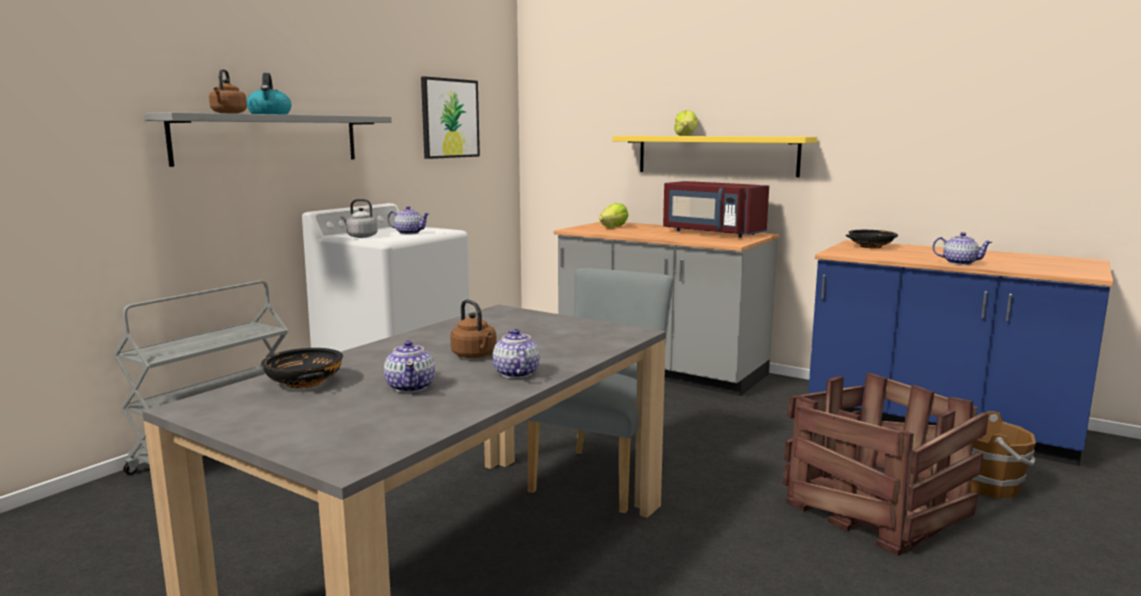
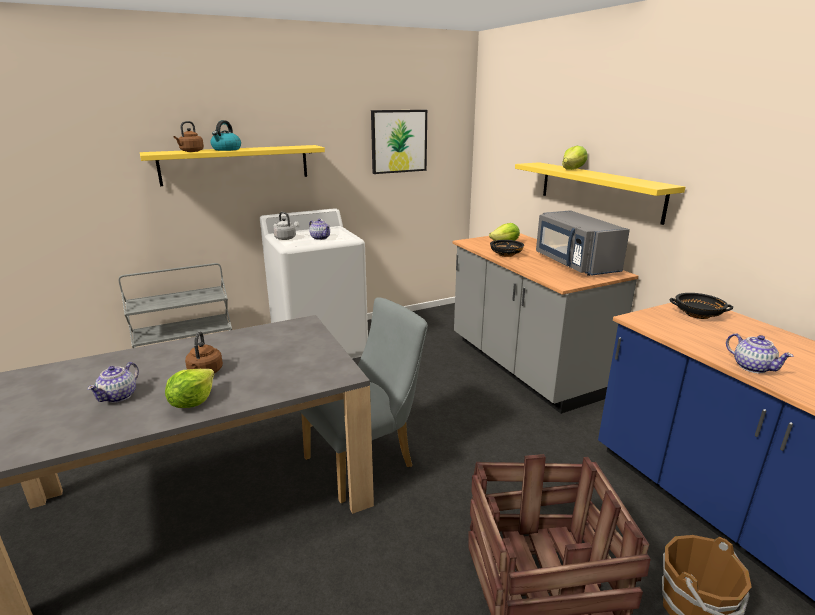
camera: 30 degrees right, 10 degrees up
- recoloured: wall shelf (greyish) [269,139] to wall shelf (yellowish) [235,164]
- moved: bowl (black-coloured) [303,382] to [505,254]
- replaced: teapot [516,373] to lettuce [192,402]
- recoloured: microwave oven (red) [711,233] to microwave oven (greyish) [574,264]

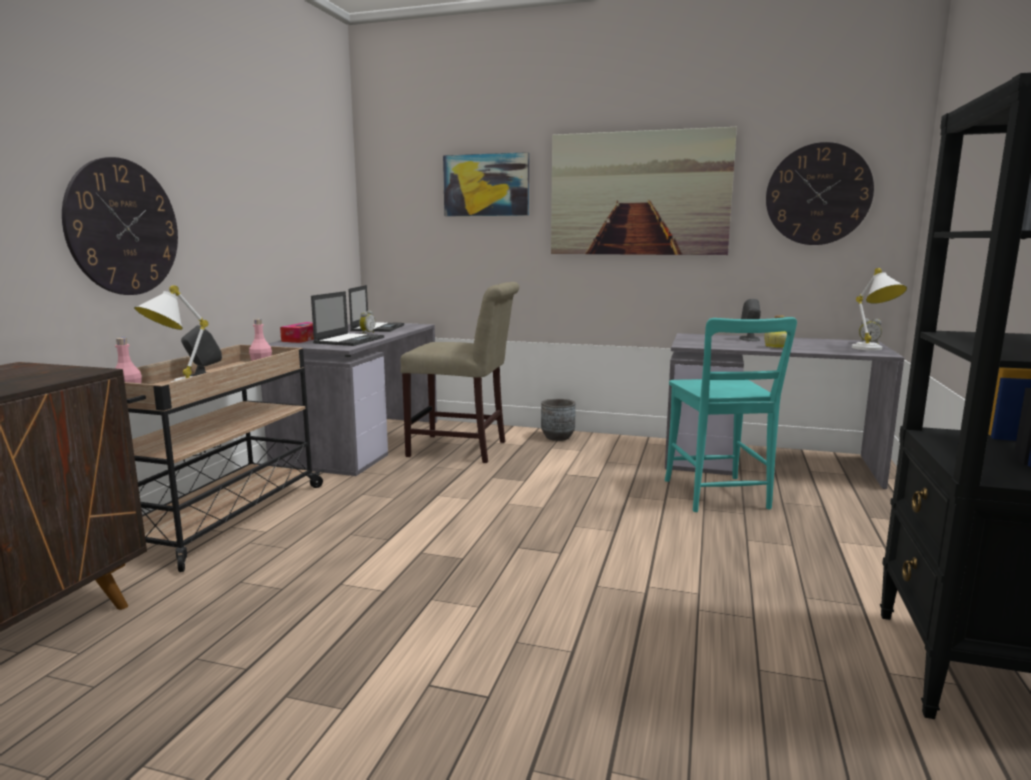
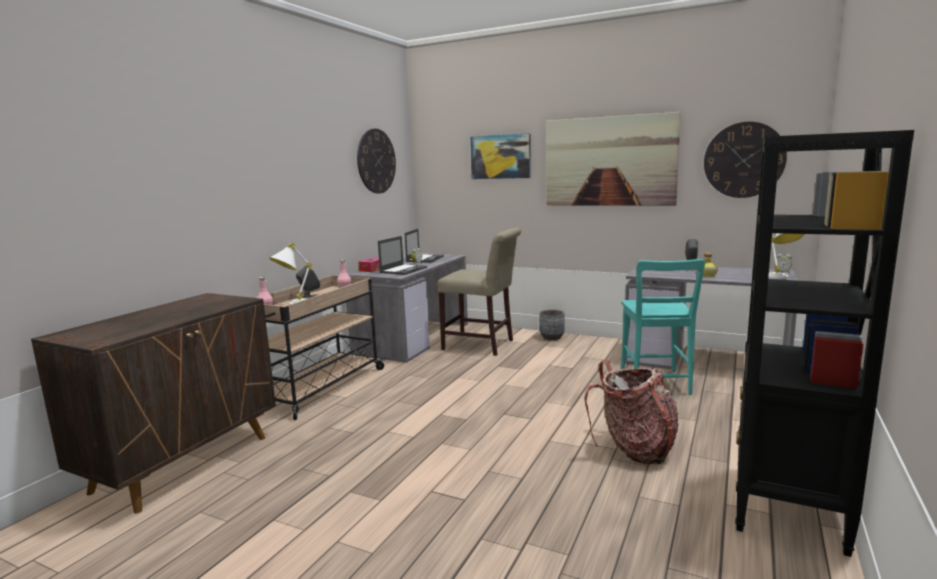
camera: 10 degrees right, 0 degrees up
- moved: wall clock [123,227] to [376,161]
- added: knapsack [635,448]

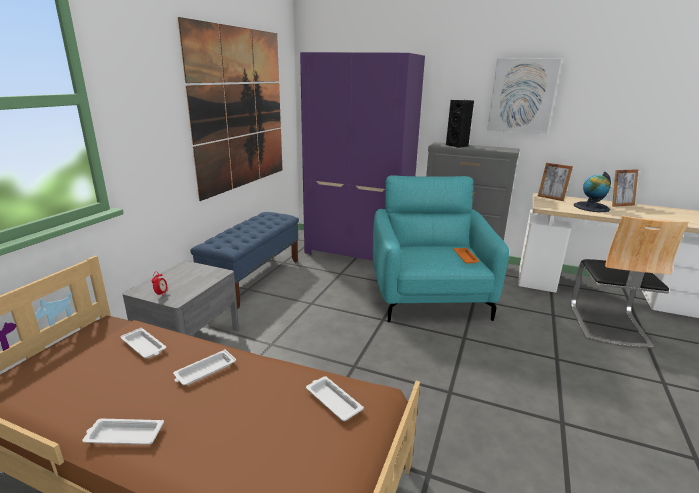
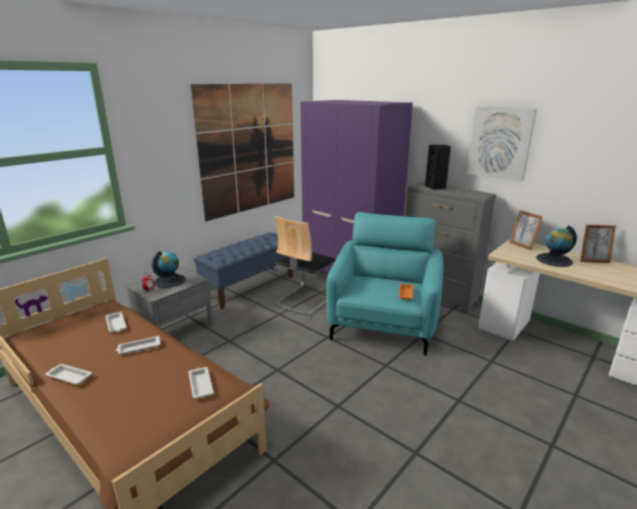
camera: 20 degrees right, 0 degrees up
- moved: upright chair [607,325] to [305,299]
- added: globe [169,280]

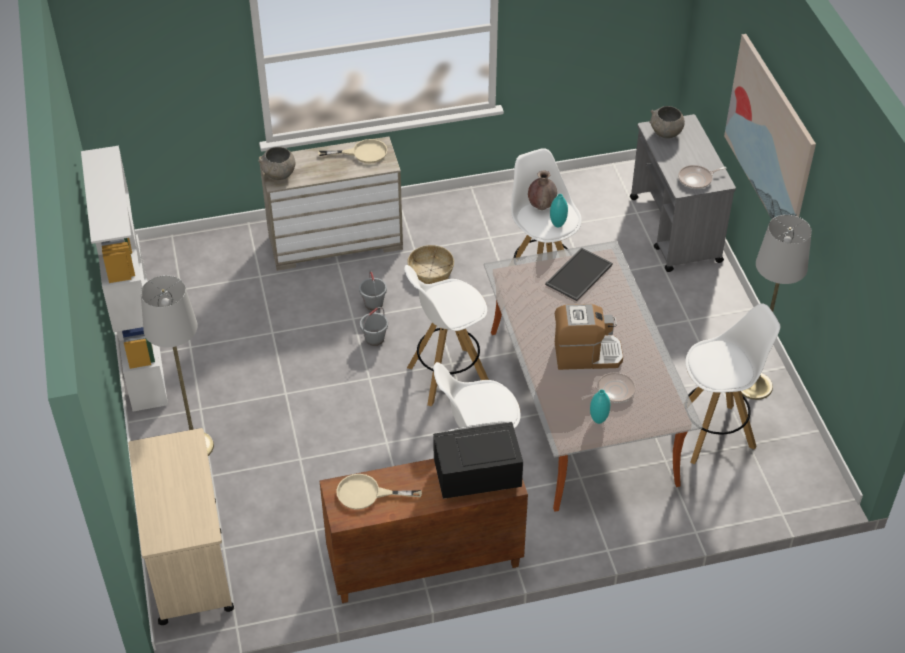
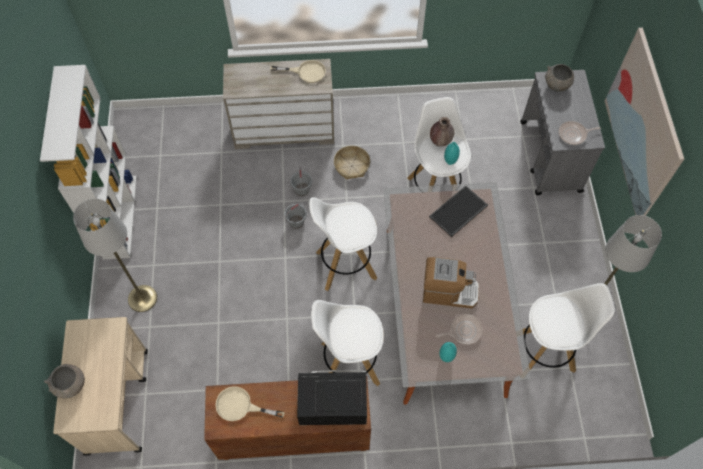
camera: 10 degrees right, 15 degrees up
- moved: bowl (greyish) [279,175] to [71,386]

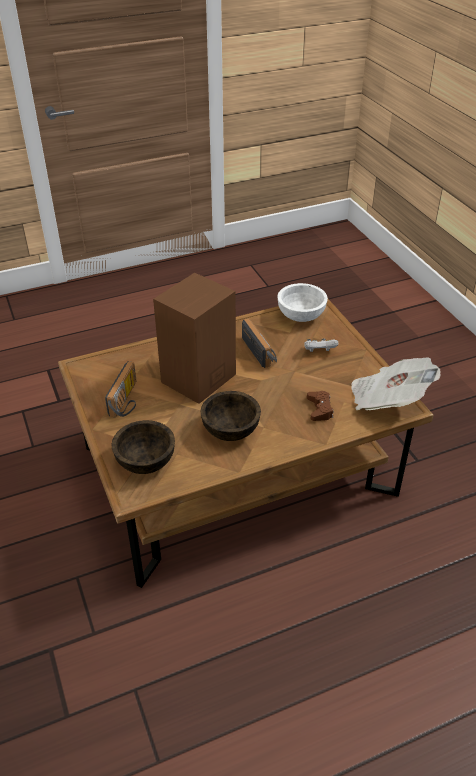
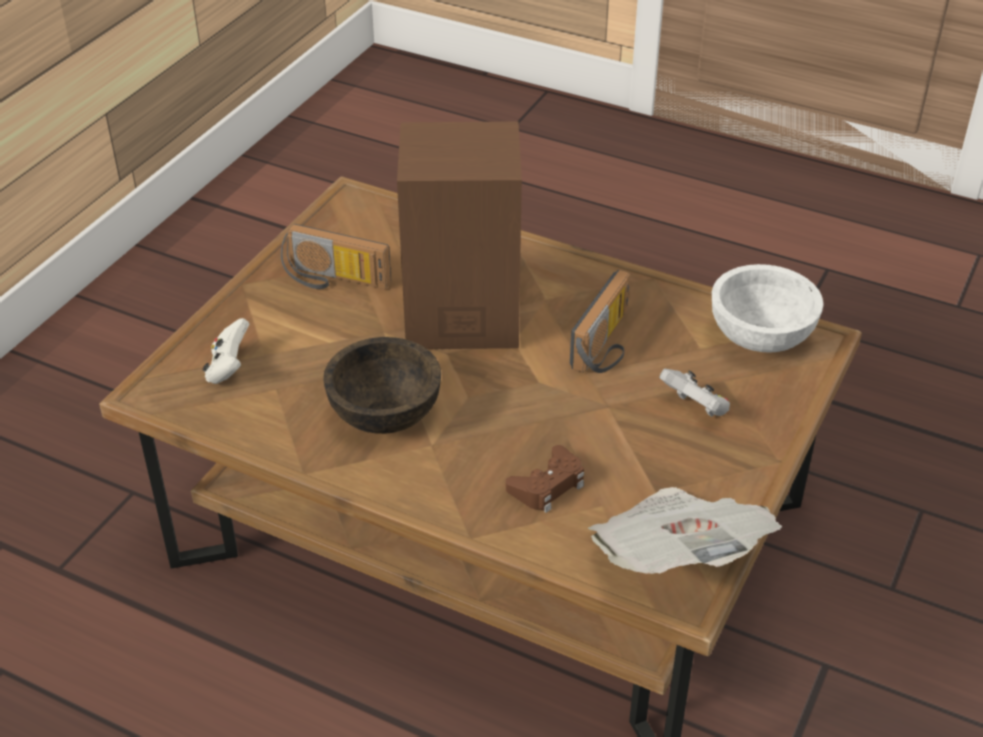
camera: 50 degrees right, 0 degrees up
- turned: radio set [127,400] = [333,280] 45 degrees clockwise
- replaced: bowl (brown) [145,462] to game controller (white) [228,368]

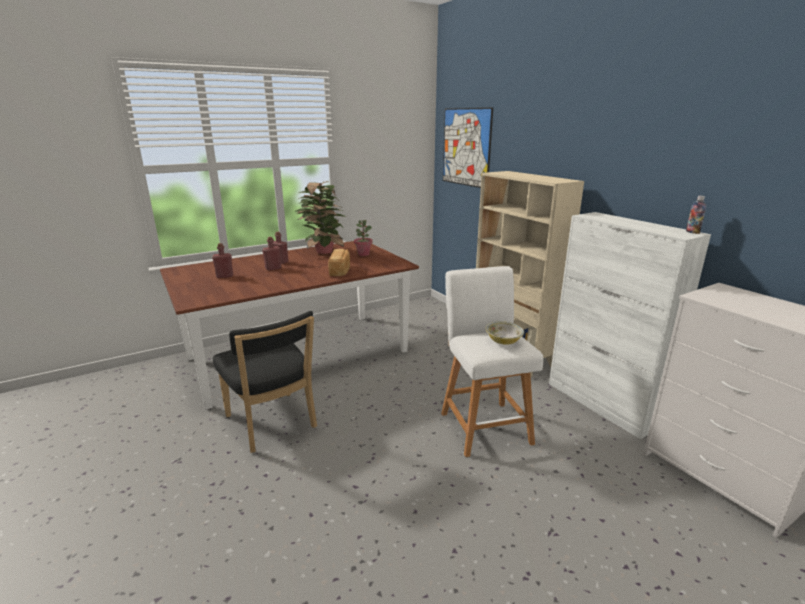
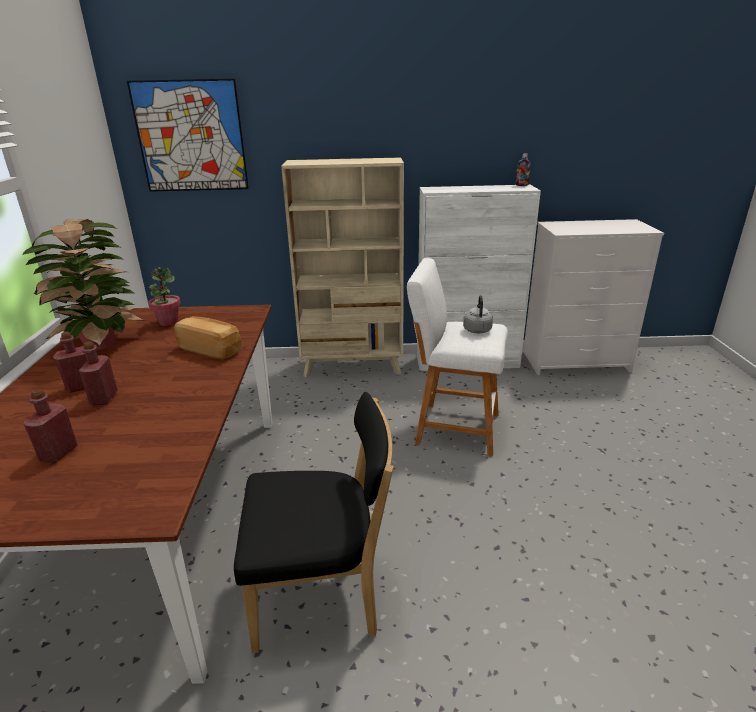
camera: 60 degrees left, 5 degrees up
- replaced: bowl [503,341] to kettle (greyish) [477,329]

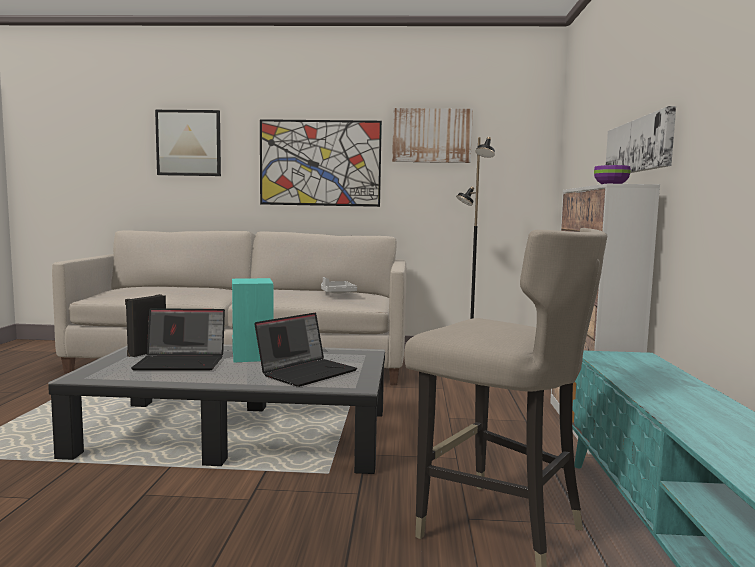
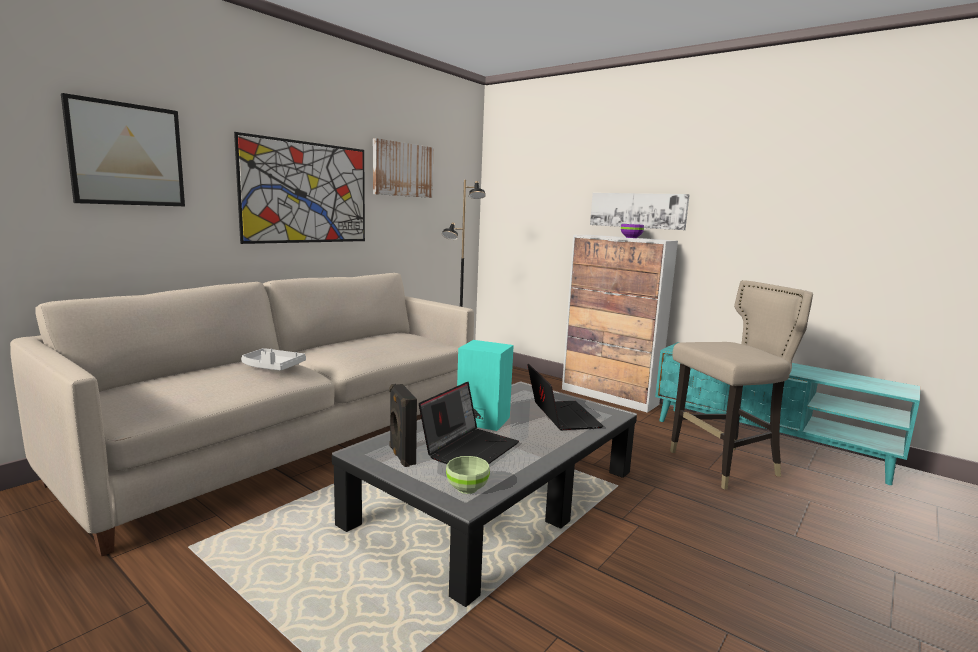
camera: 55 degrees left, 5 degrees up
- moved: serving tray (greyish) [336,293] to [272,367]
- added: bowl (green) [467,488]

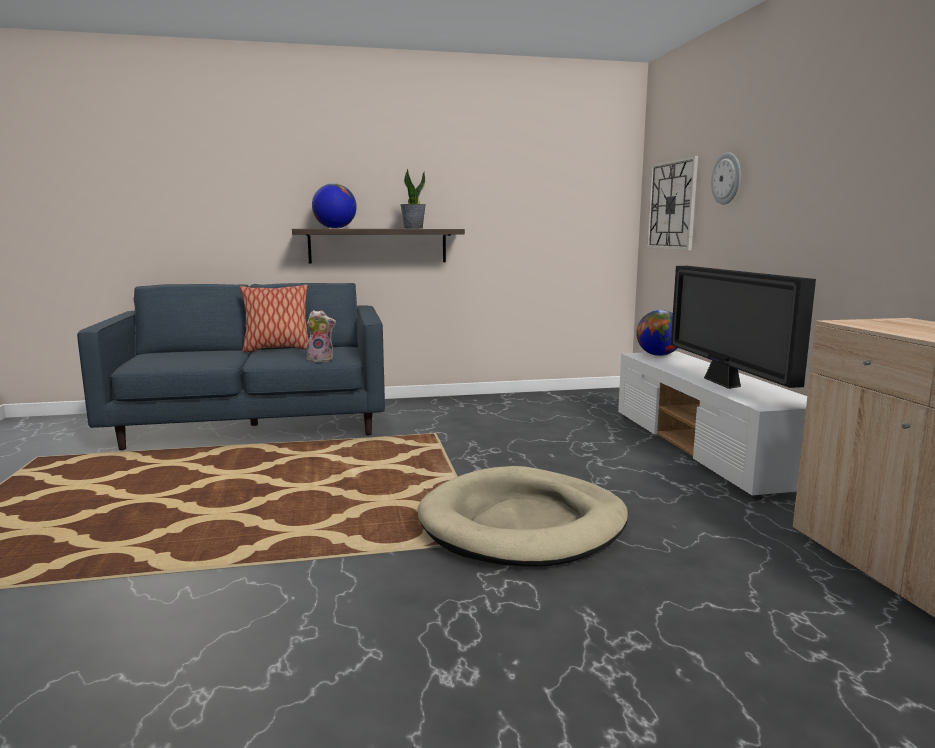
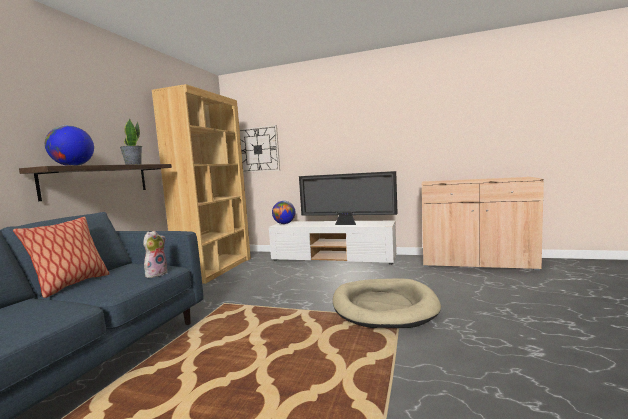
camera: 60 degrees left, 5 degrees down
- removed: wall clock [727,178]
- added: bookcase (brown) [216,269]

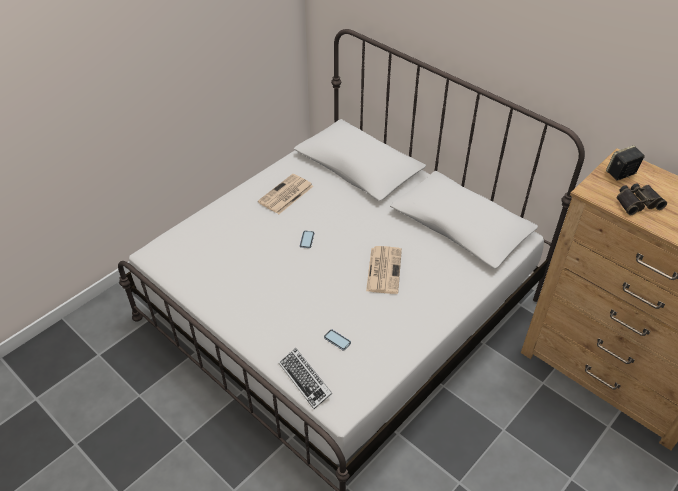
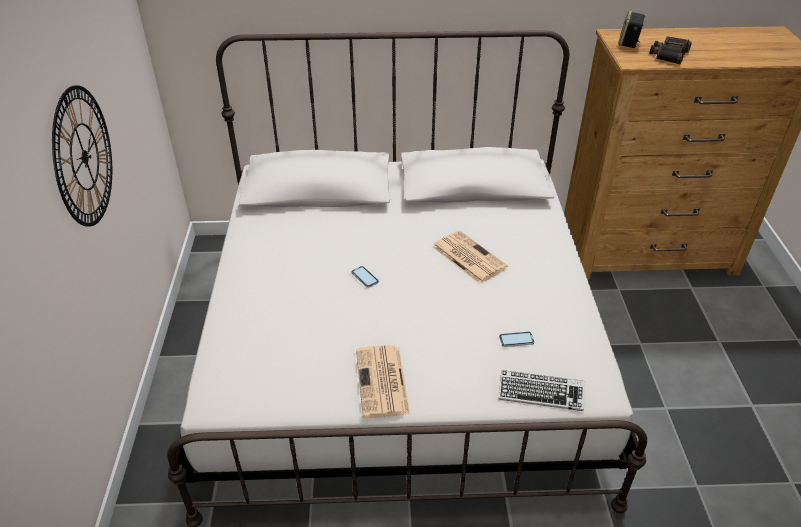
camera: 45 degrees left, 5 degrees down
- moved: daily paper [285,195] to [382,382]
- added: wall clock [84,157]

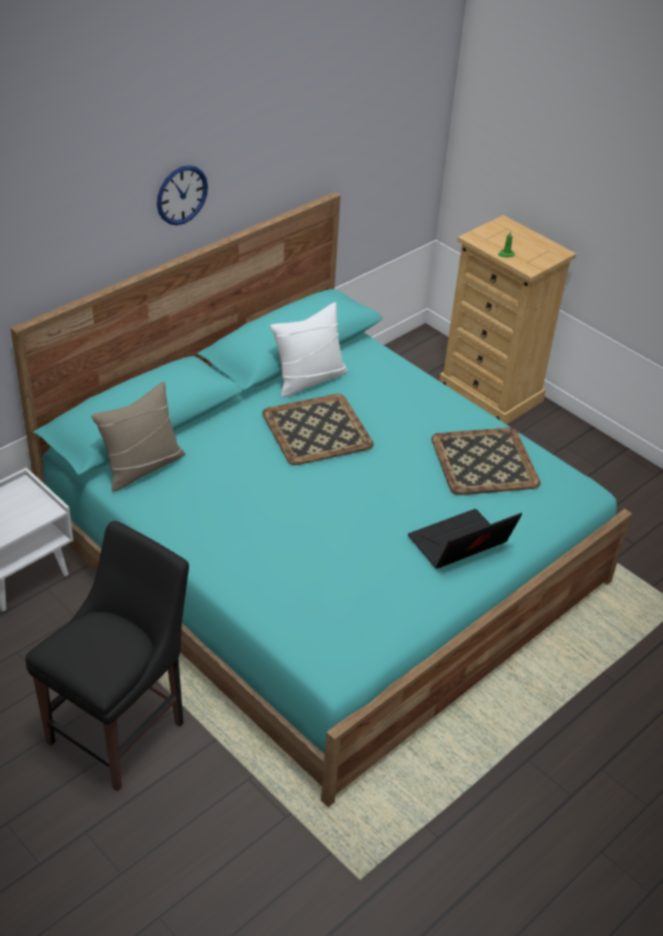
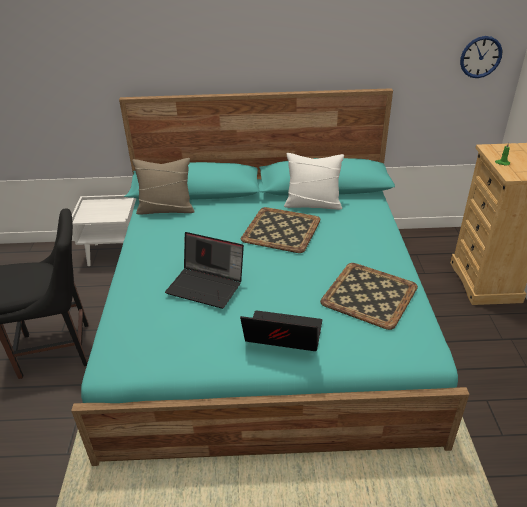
camera: 45 degrees right, 5 degrees down
- moved: wall clock [182,195] to [480,57]
- added: portable computer [207,285]

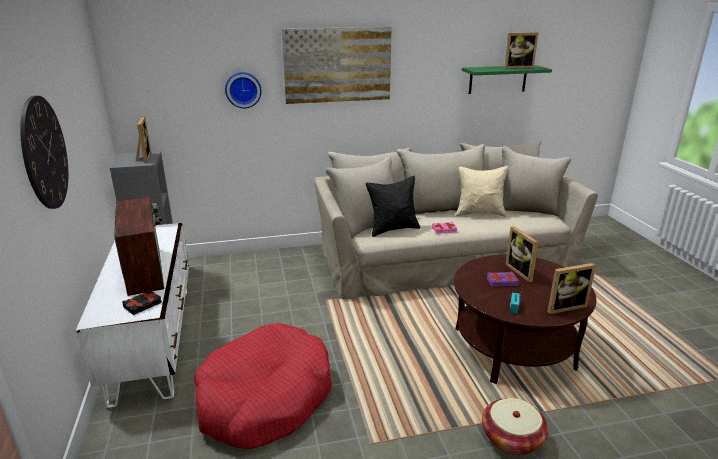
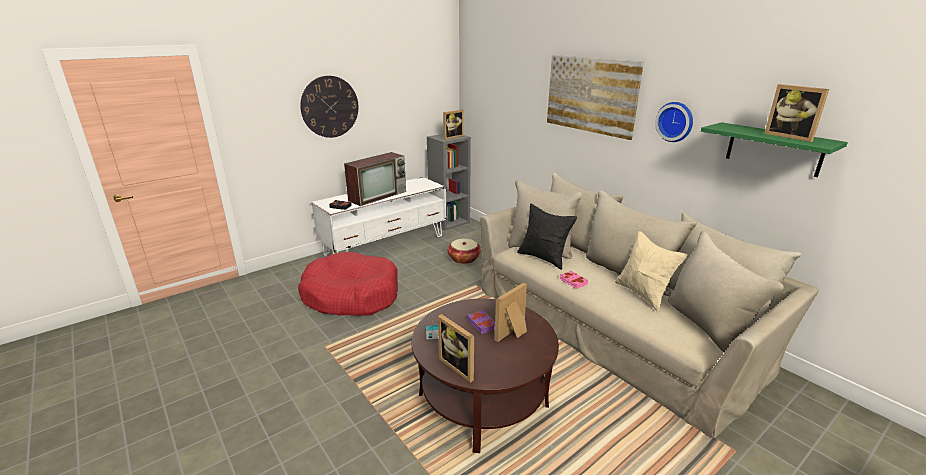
camera: 65 degrees right, 0 degrees up
- moved: wall clock [243,89] to [675,121]
- moved: household basket [512,439] to [464,258]

